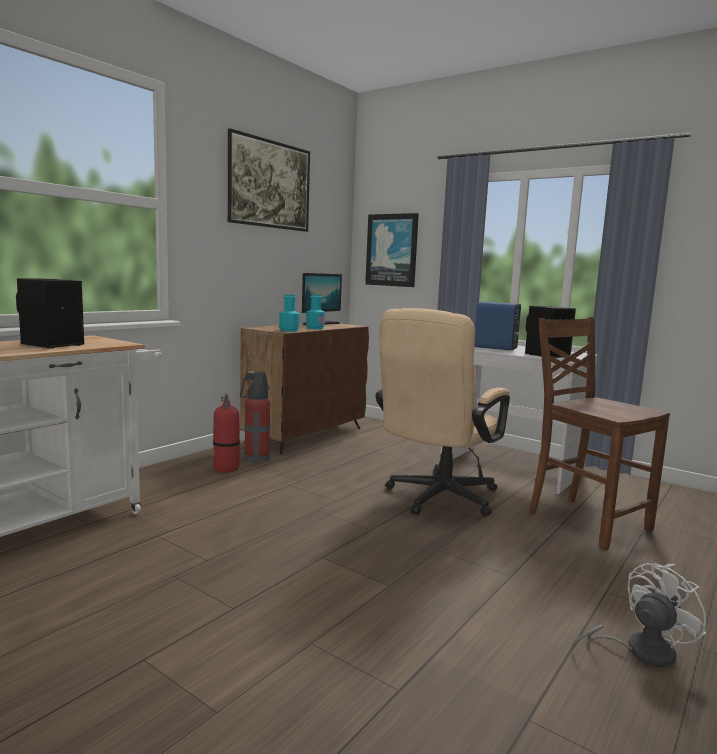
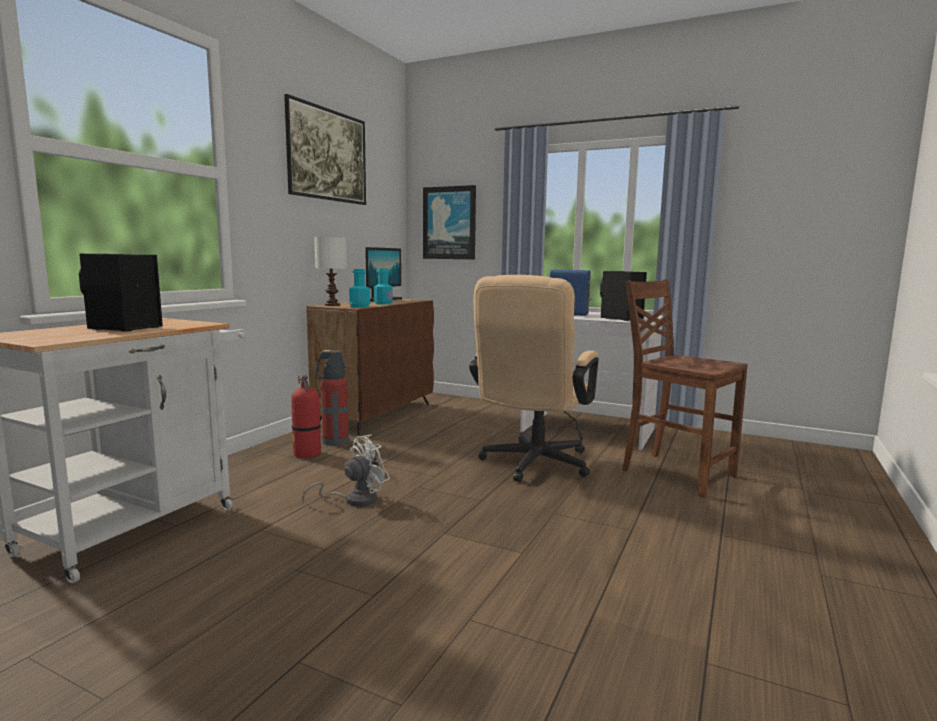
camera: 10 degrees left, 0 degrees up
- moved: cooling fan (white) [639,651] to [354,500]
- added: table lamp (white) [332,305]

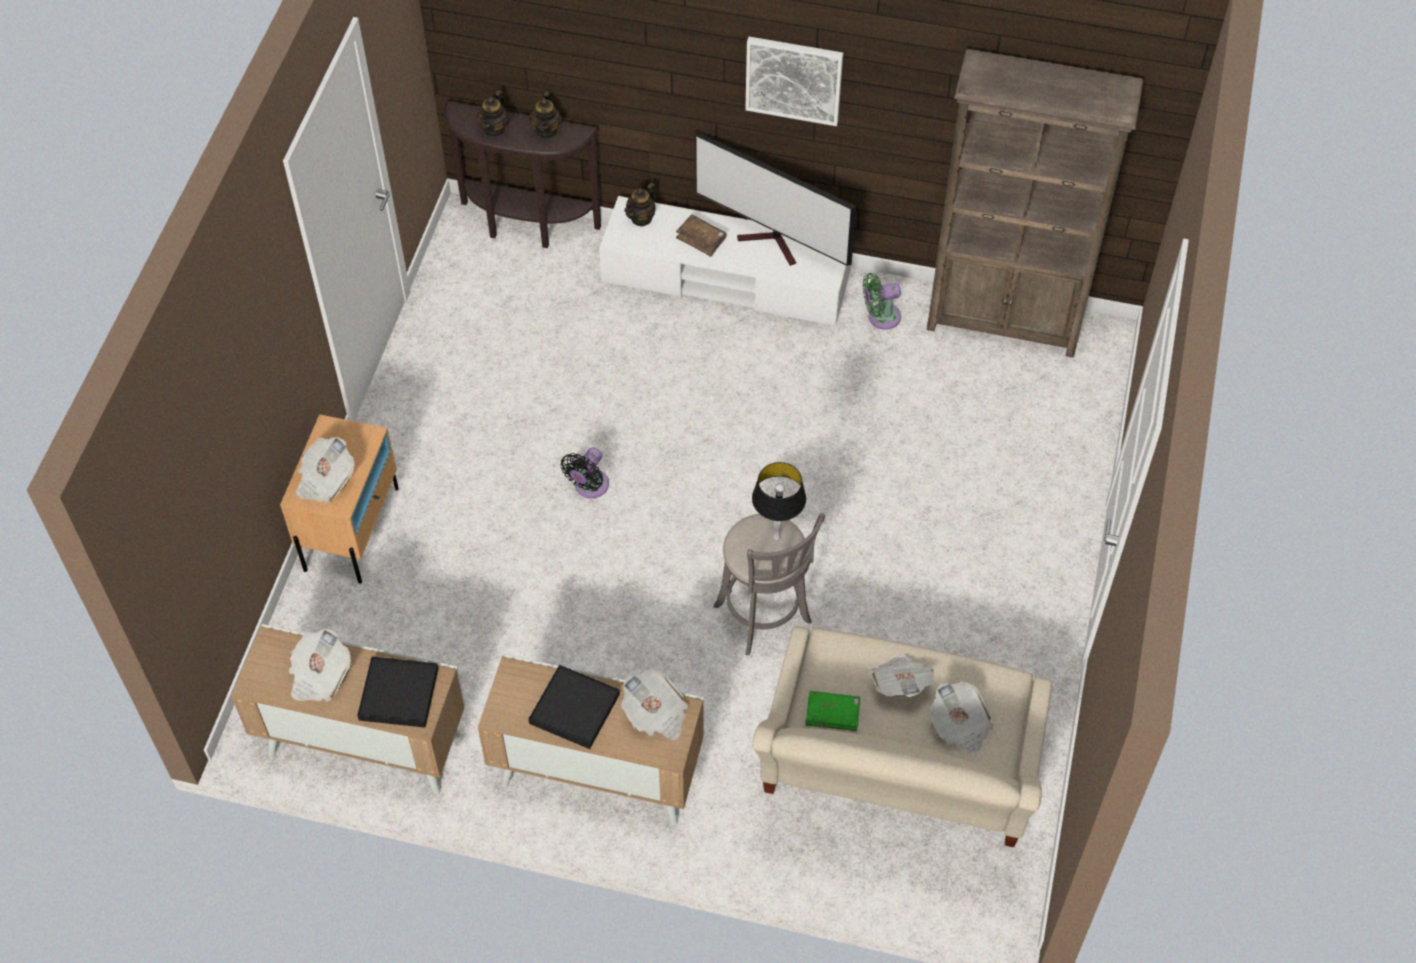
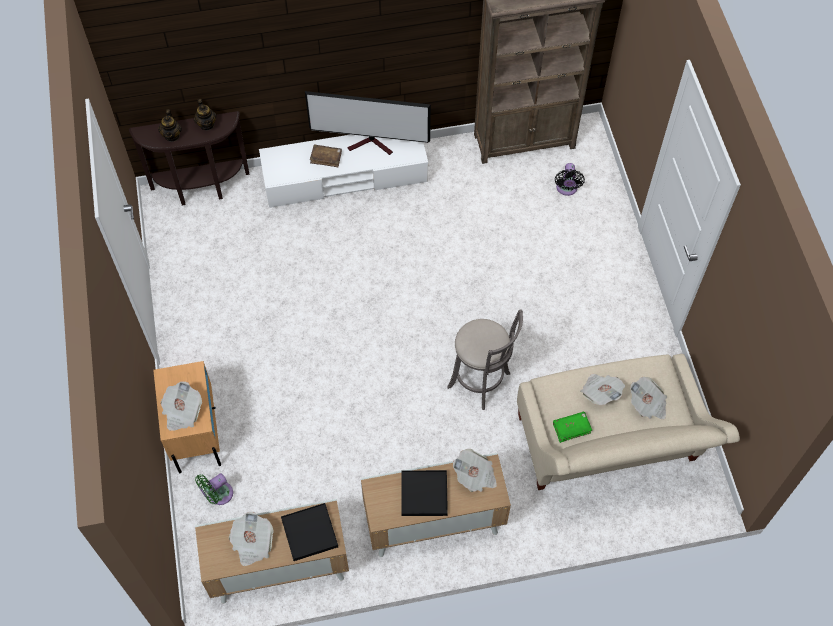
camera: 25 degrees left, 5 degrees up
- moved: cooling fan (black-coloured) [589,487] to [566,189]
- removed: teapot [641,218]
- removed: wall art [794,79]
- removed: table lamp [777,536]
- moved: cooling fan (green) [880,317] to [218,495]

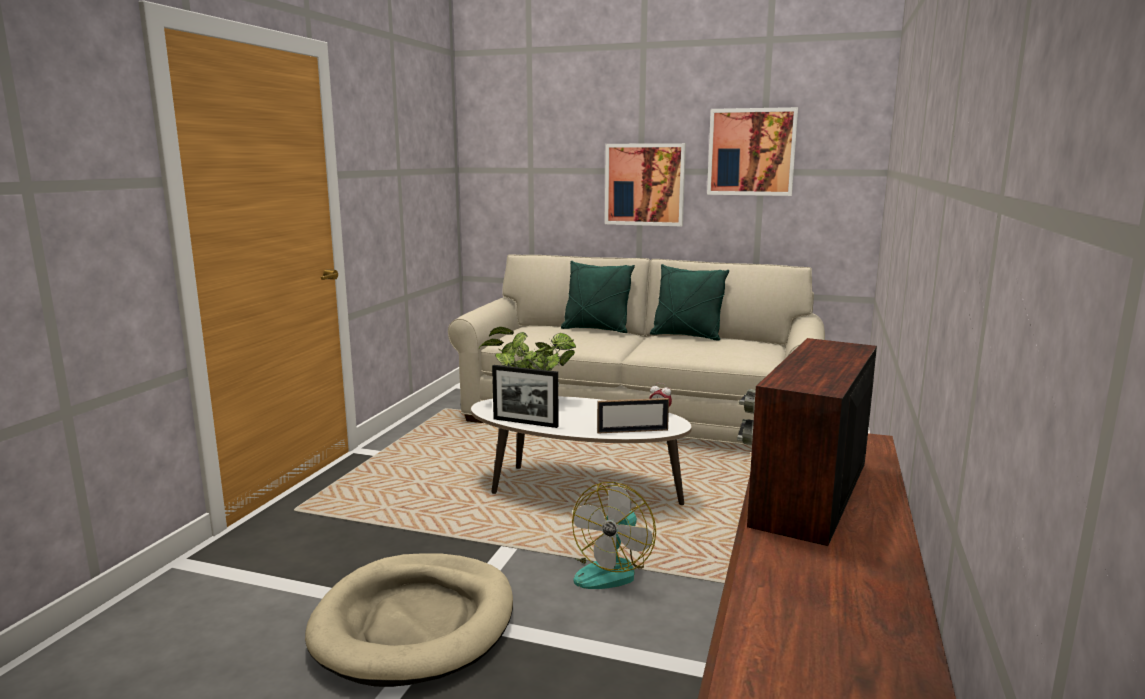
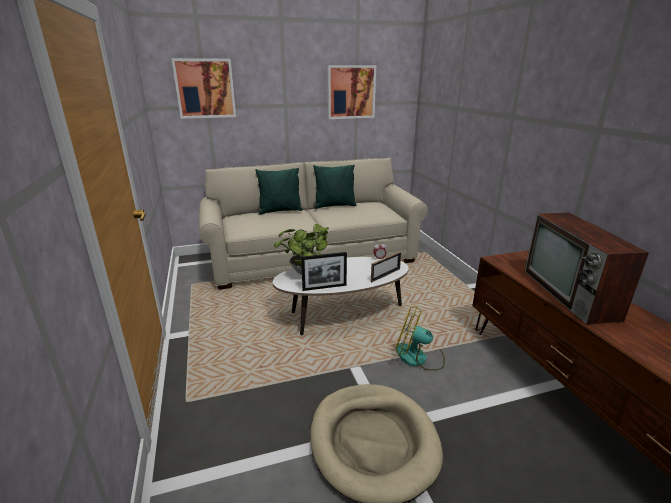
camera: 35 degrees left, 10 degrees up
- turned: cooling fan [611,569] = [418,357] 120 degrees clockwise
- moved: wall art [644,184] to [205,88]

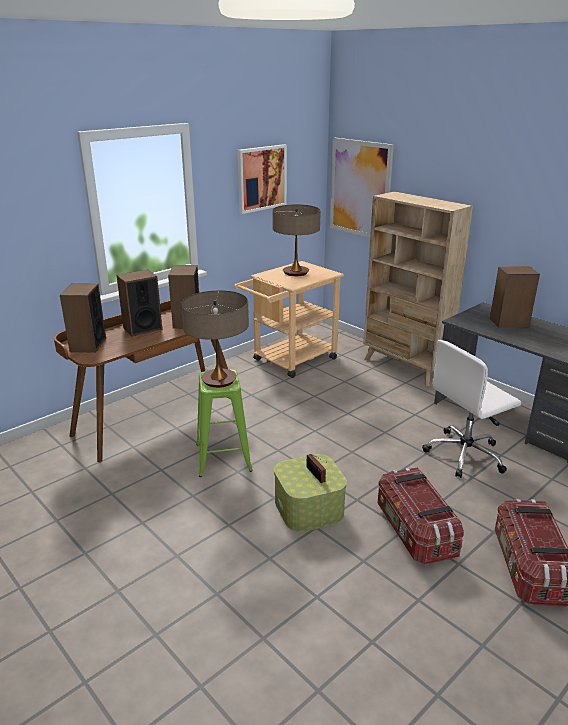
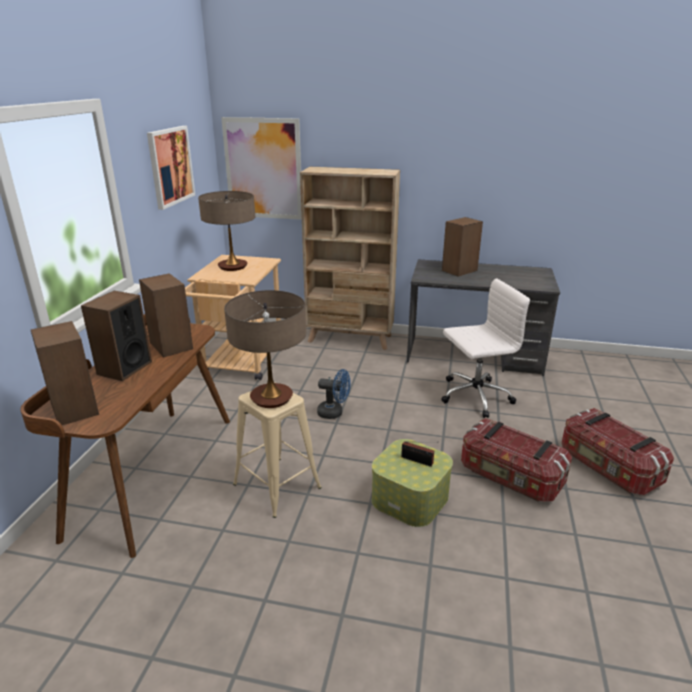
camera: 35 degrees left, 0 degrees up
- recoloured: stool seat (green) [223,457] to stool seat (beige) [276,485]
- turned: desk chair (white) [465,454] = [474,396] 135 degrees counterclockwise
- added: cooling fan (blue-coloured) [334,413]

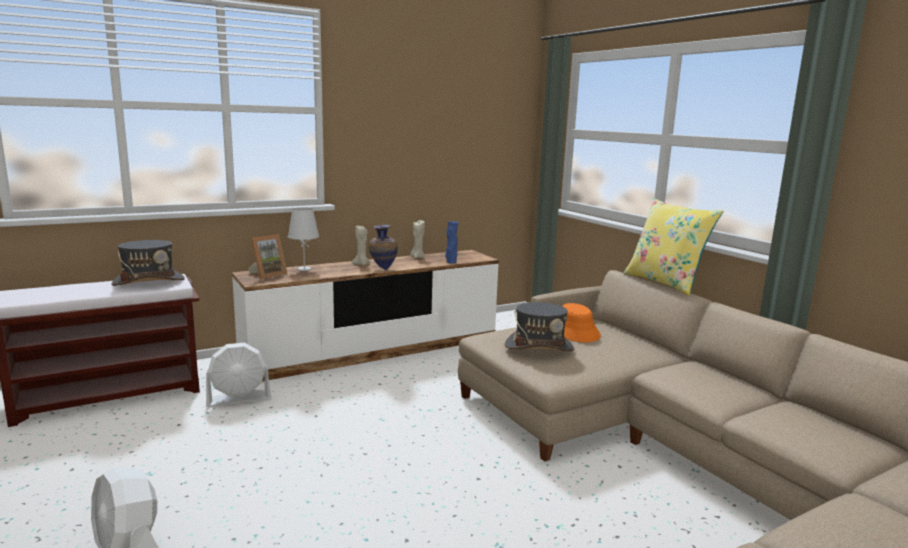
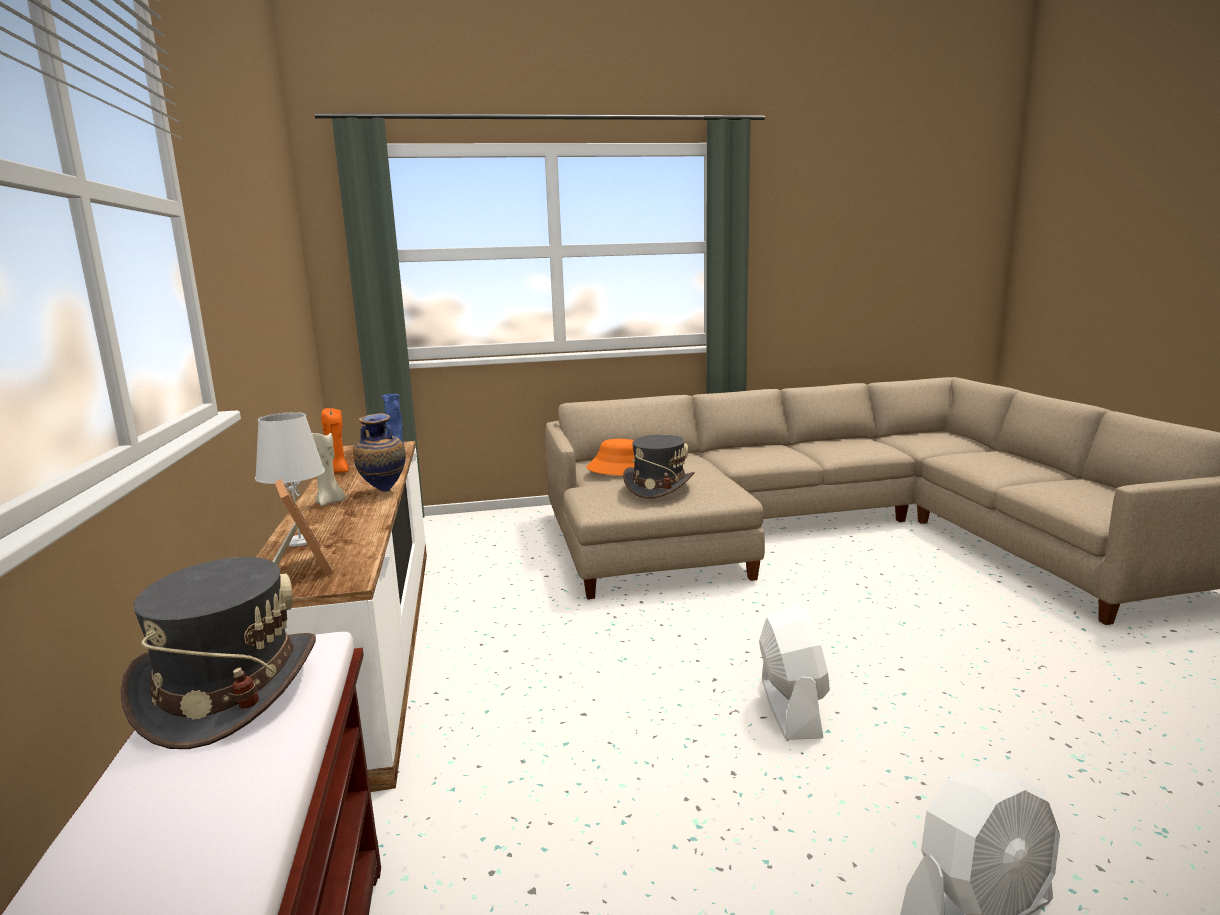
camera: 70 degrees left, 0 degrees up
- moved: cooling fan (white) [239,399] to [790,707]
- recoloured: candle (beige) [417,257] to candle (orange) [337,472]
- removed: throw pillow (yellowish) [665,283]

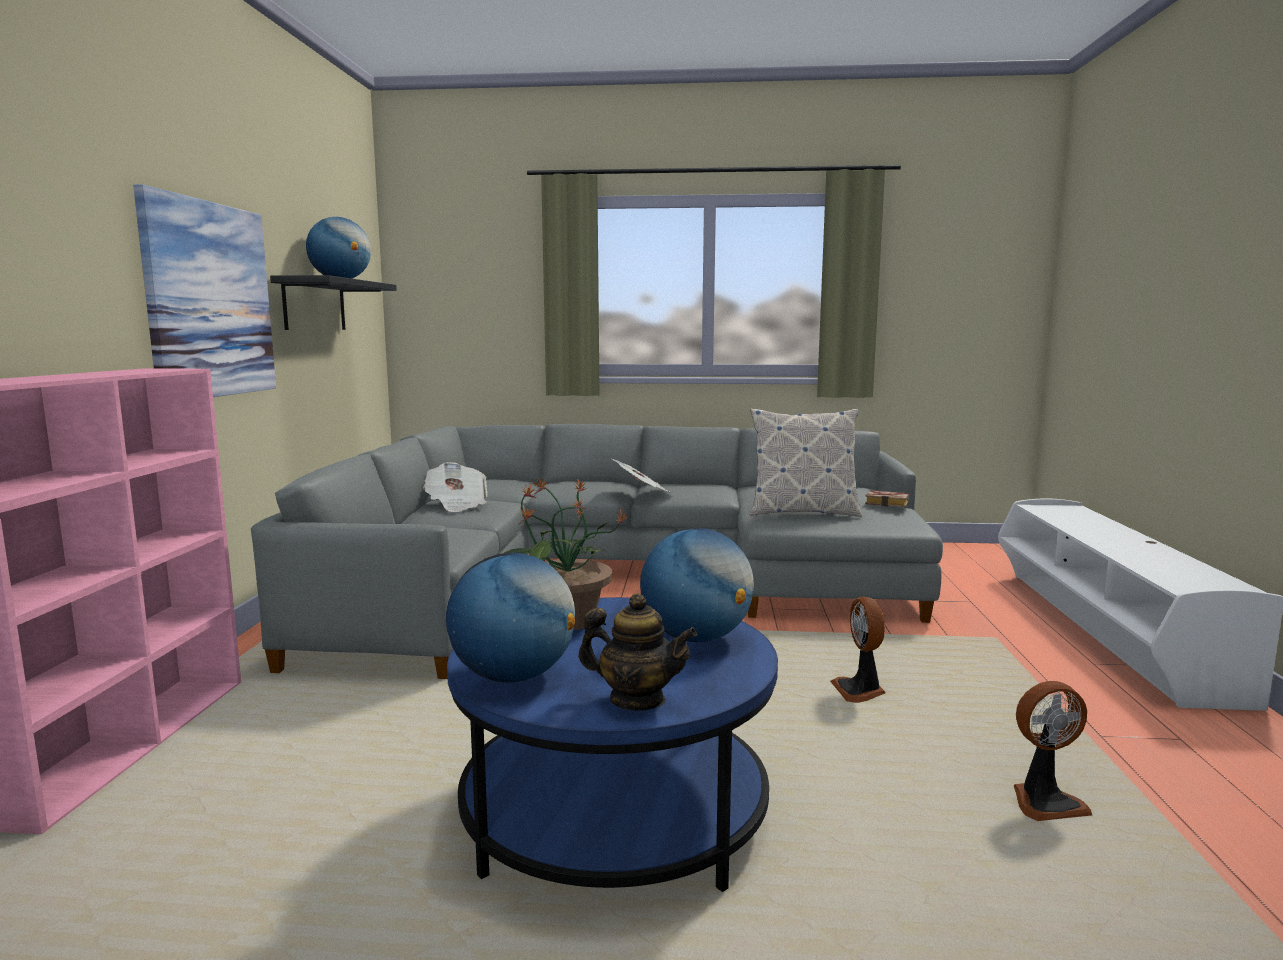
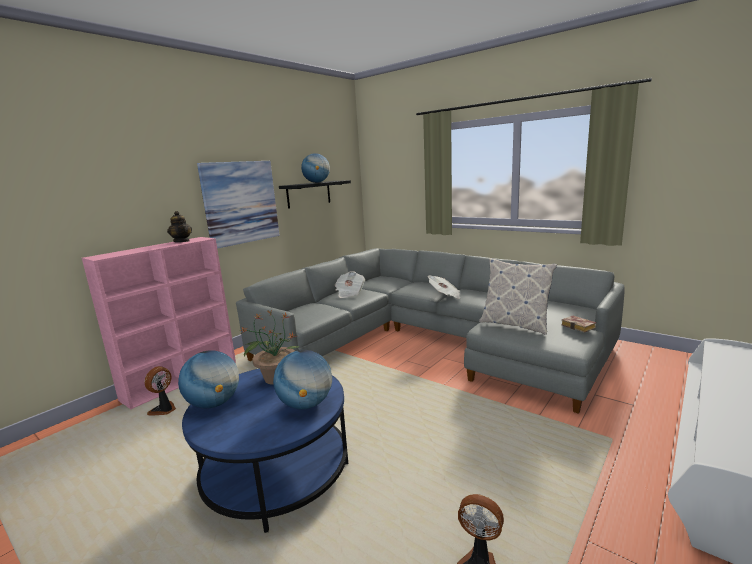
camera: 35 degrees right, 5 degrees up
- moved: teapot [637,700] to [182,241]
- moved: cooling fan [859,691] to [164,410]

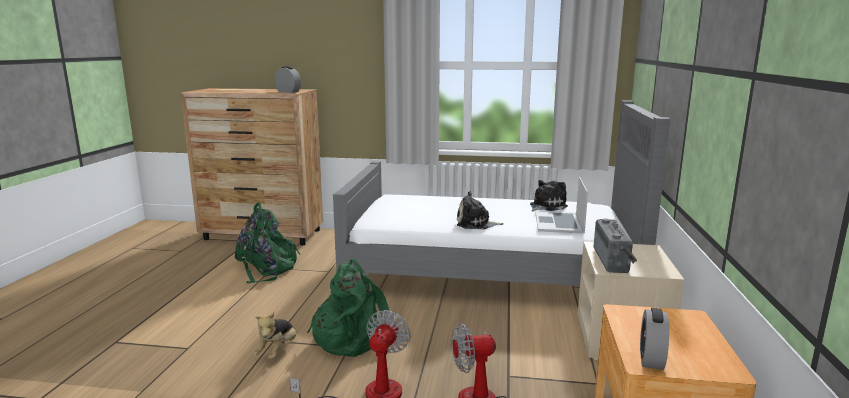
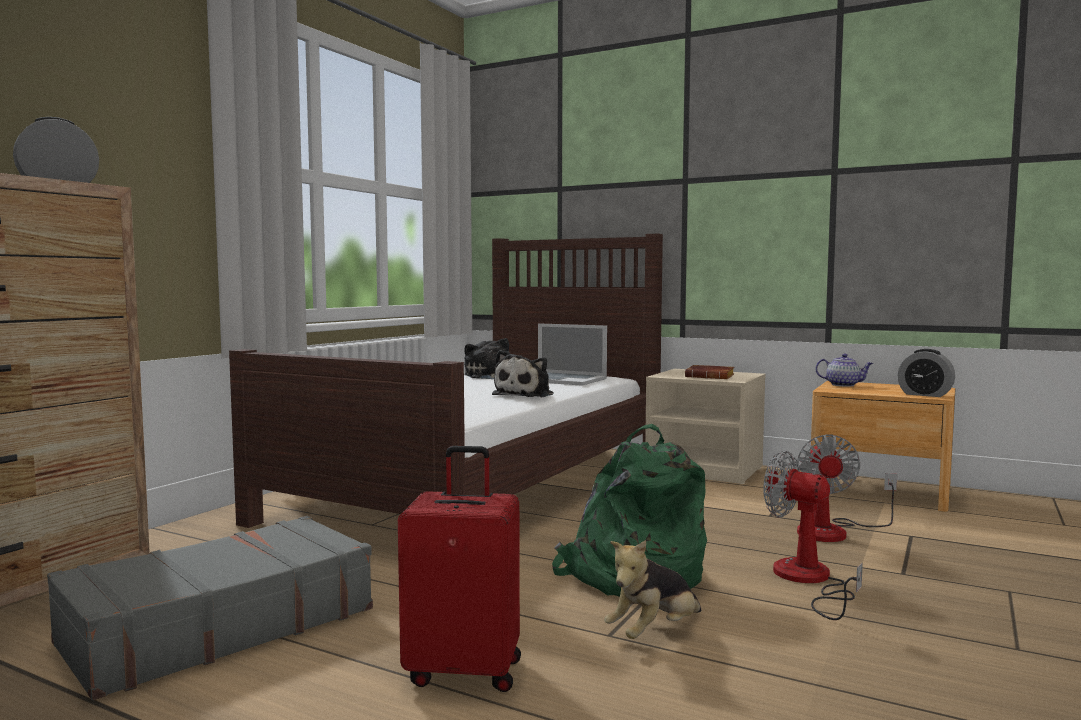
camera: 70 degrees left, 10 degrees down
- replaced: knapsack (green) [267,268] to suitcase (greyish) [218,626]
- turned: plush toy [278,351] = [654,633] 105 degrees clockwise
- recoloured: bed (greyish) [490,272] to bed (brown) [484,484]
- replaced: radio set [614,260] to book (brown) [711,377]
- added: suitcase (red) [465,671]
- added: teapot [844,385]

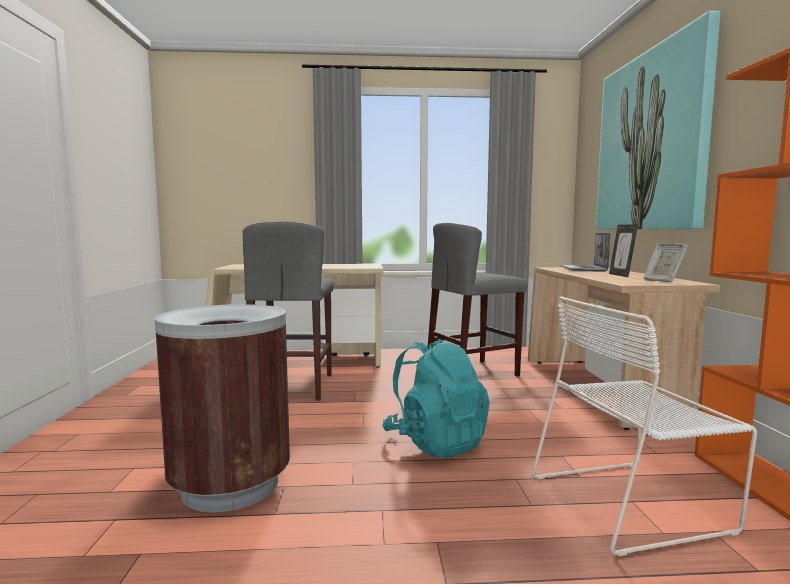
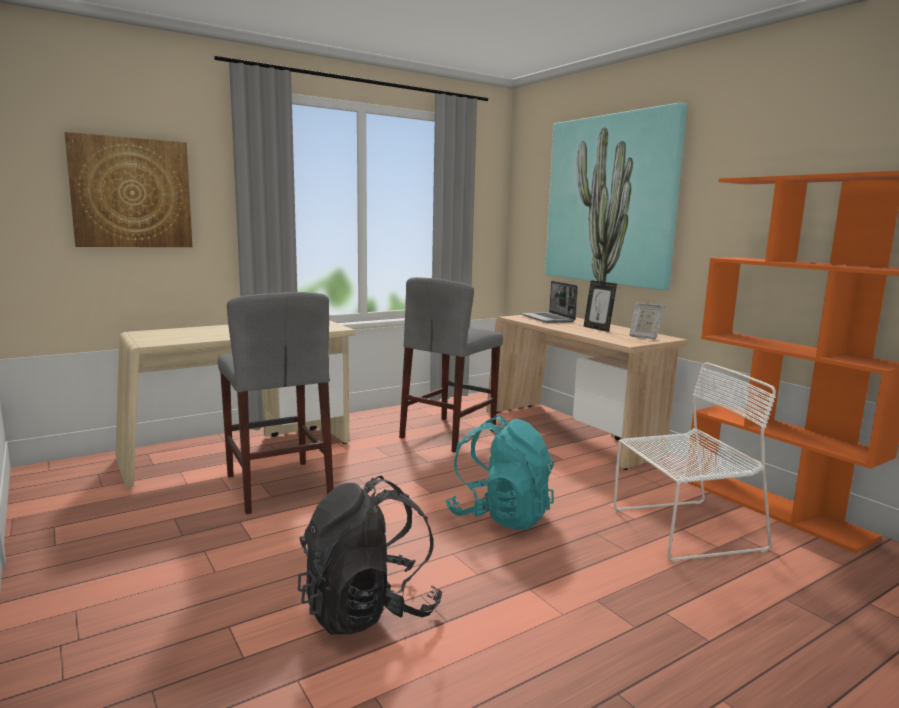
camera: 30 degrees left, 5 degrees up
- replaced: trash can (brown) [231,485] to knapsack (black-coloured) [369,610]
- turned: upright chair (white) [632,502] = [682,529] 150 degrees counterclockwise
- added: wall art [131,193]

